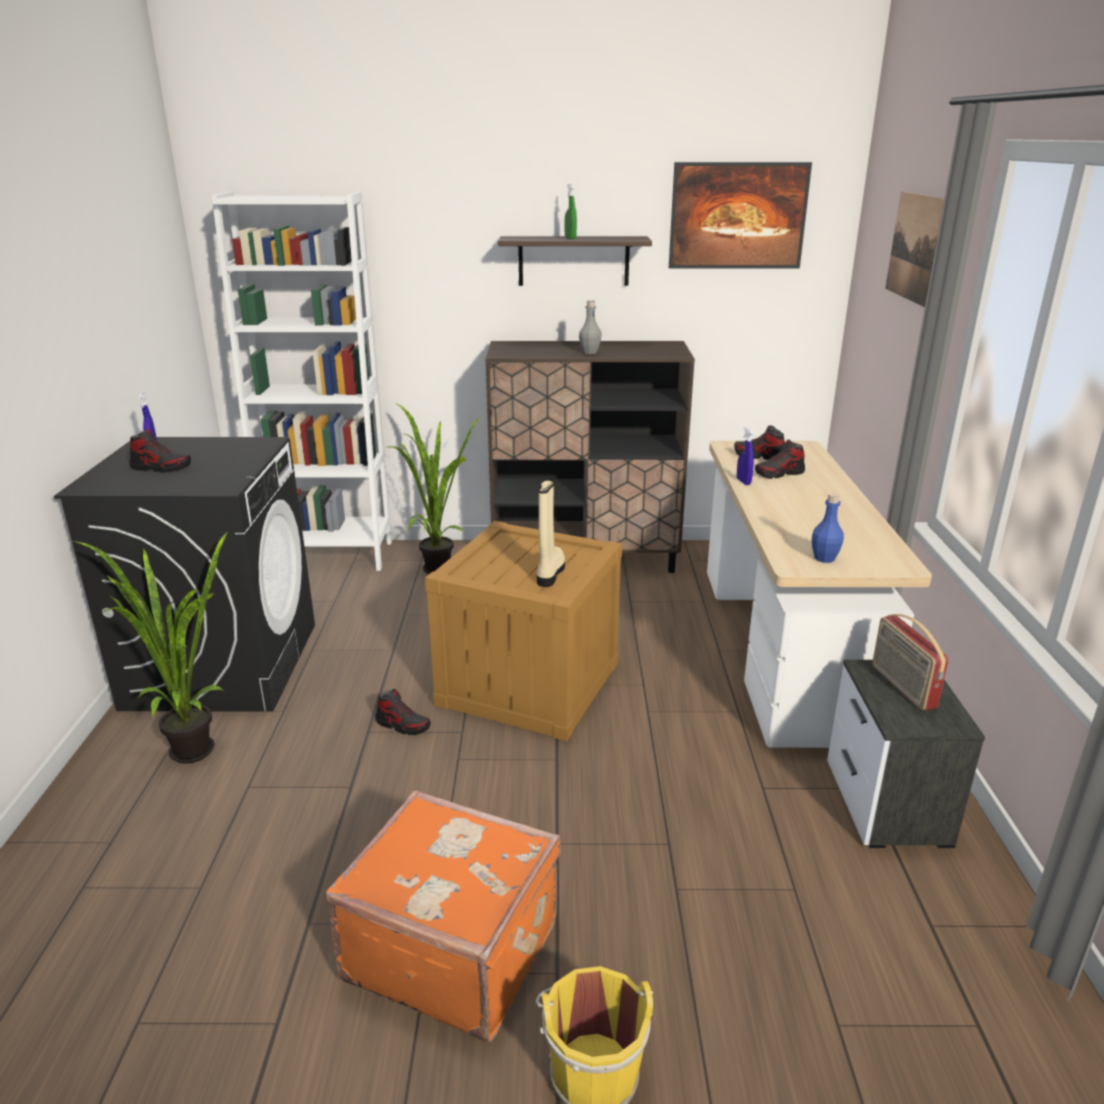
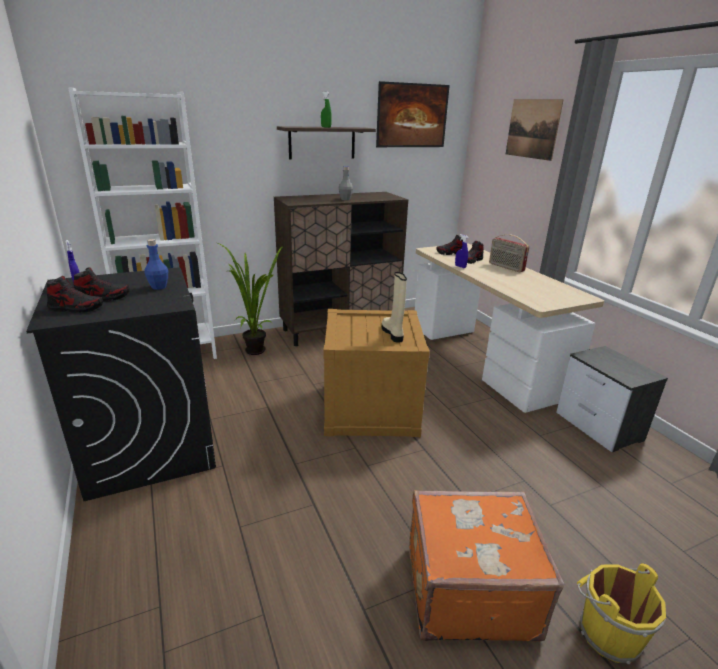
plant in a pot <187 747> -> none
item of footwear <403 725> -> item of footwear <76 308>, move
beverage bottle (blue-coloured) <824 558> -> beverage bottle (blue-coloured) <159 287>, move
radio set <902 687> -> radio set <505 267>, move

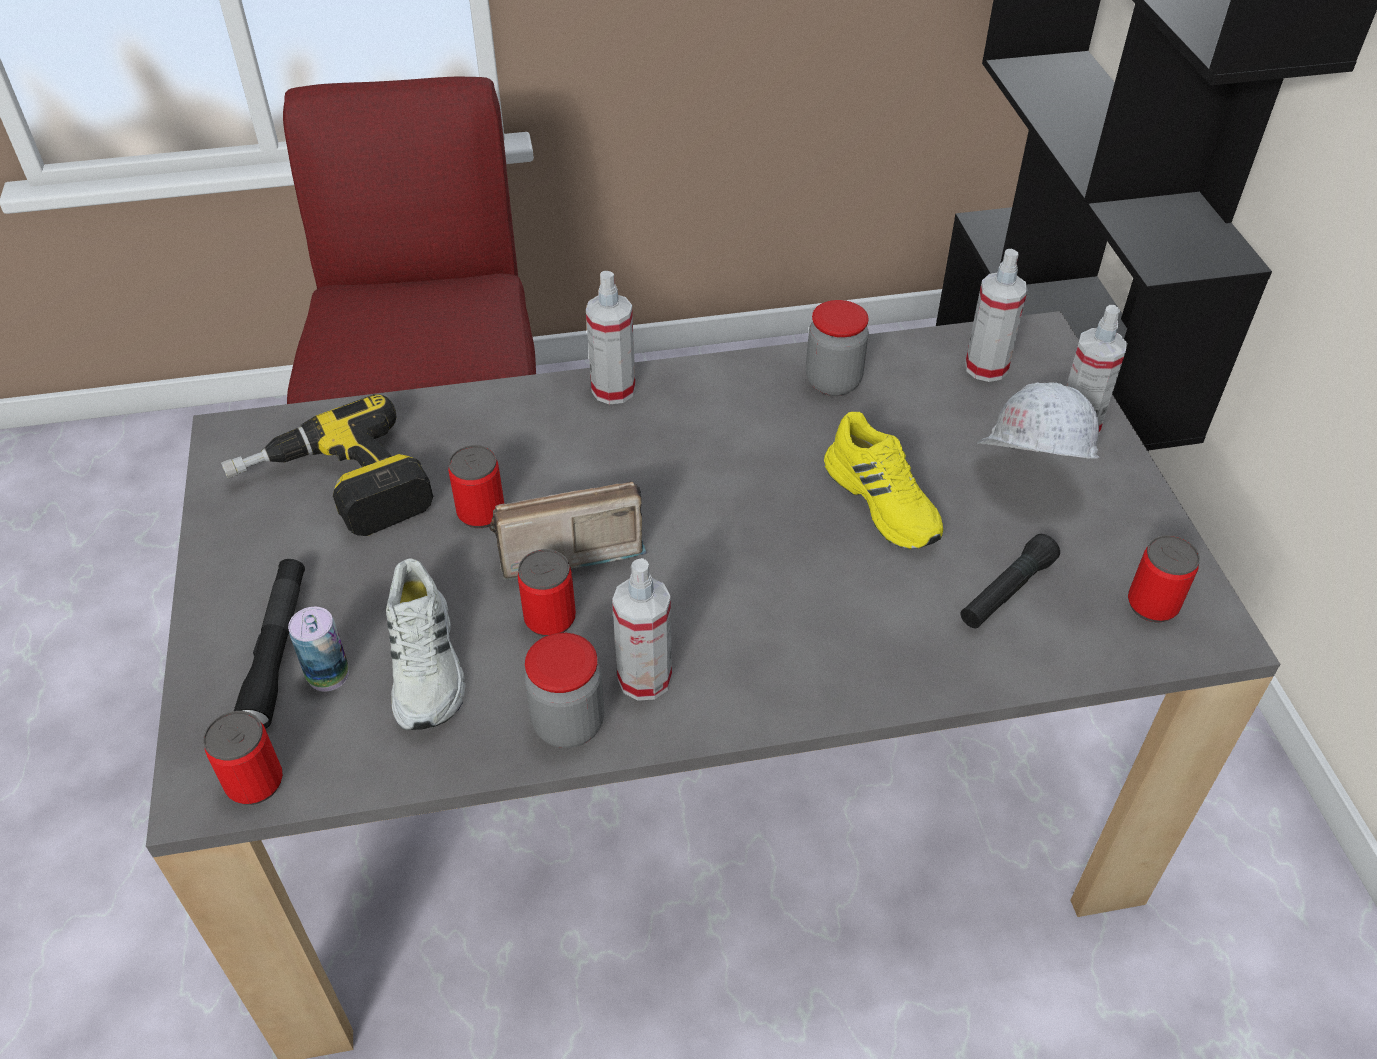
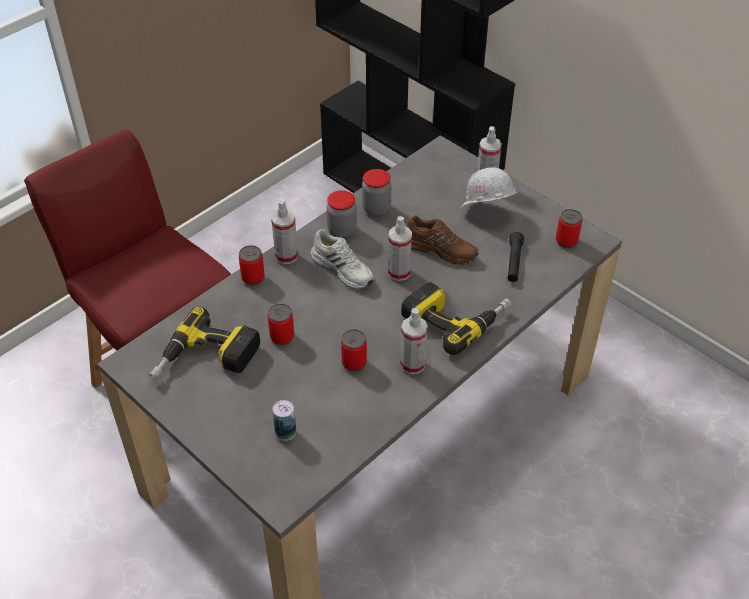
torch (black-coloured) <277 650> -> none
radio set <564 548> -> none
none -> drill <455 318>
sealed can <255 782> -> sealed can <253 277>, move
item of footwear (whitish) <427 664> -> item of footwear (whitish) <343 269>, move
jar <568 723> -> jar <342 230>, move
spray bottle <986 367> -> spray bottle <399 272>, move
item of footwear (yellow-coloured) <884 501> -> item of footwear (brownish) <440 249>

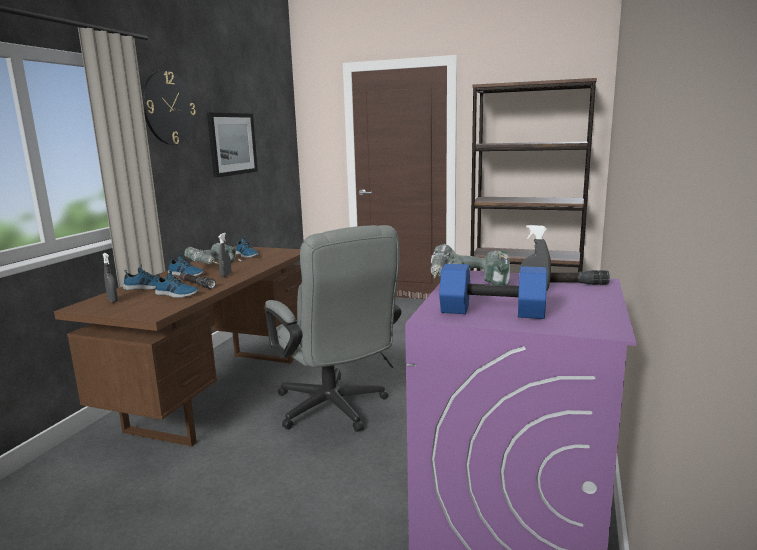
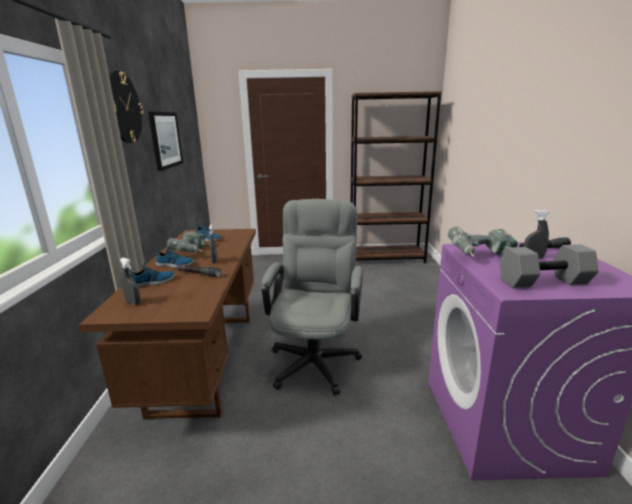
item of footwear <176 294> -> none
free weight (blue-coloured) <491 312> -> free weight (greyish) <543 282>
office chair (greyish) <335 410> -> office chair (greyish) <316 357>, 120 degrees counterclockwise

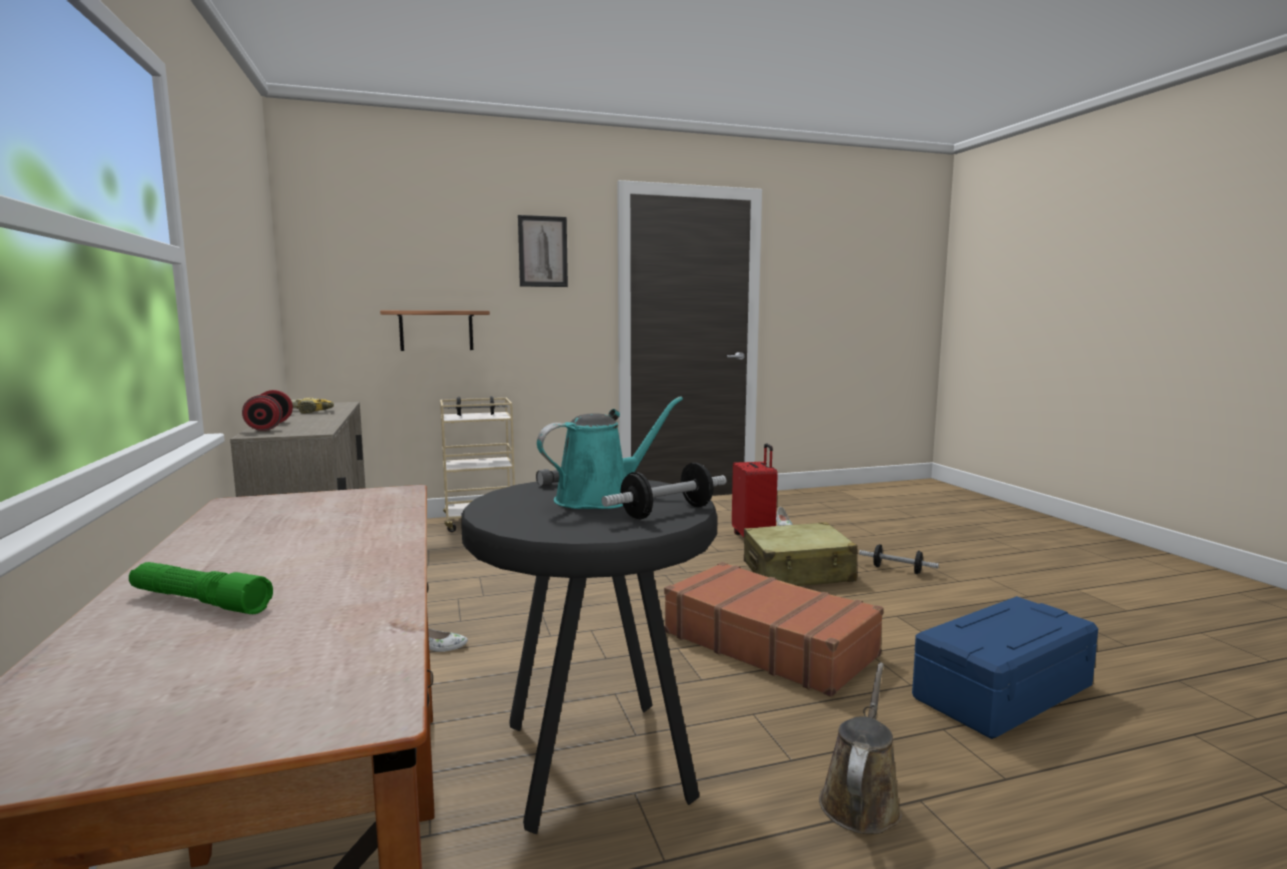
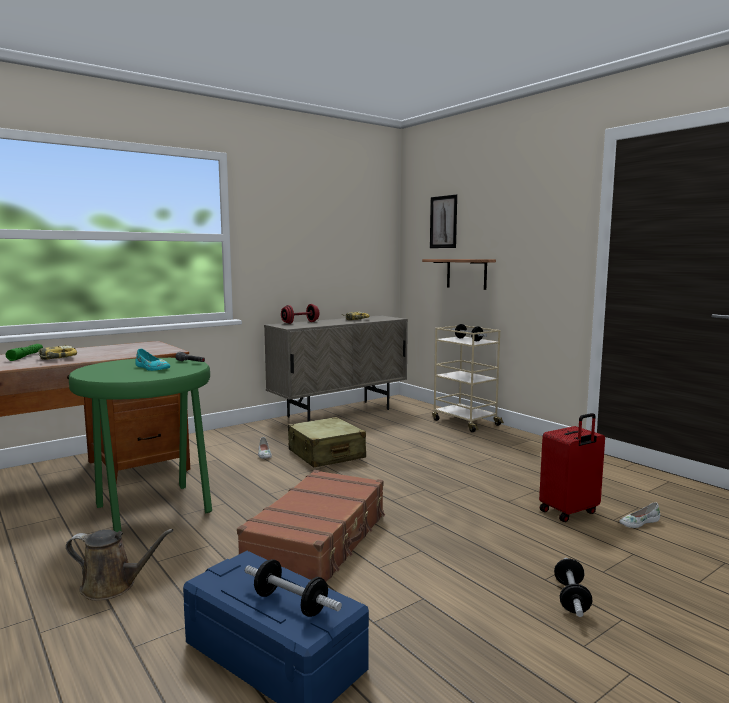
none -> drill <56 357>
wall art <543 251> -> wall art <443 222>, move
free weight <667 512> -> free weight <291 604>, move
suitcase (sand-coloured) <798 572> -> suitcase (sand-coloured) <326 454>, move
sprinkling can (turquoise) <600 499> -> item of footwear (turquoise) <152 368>
stool seat (black-coloured) <594 766> -> stool seat (green-coloured) <150 510>

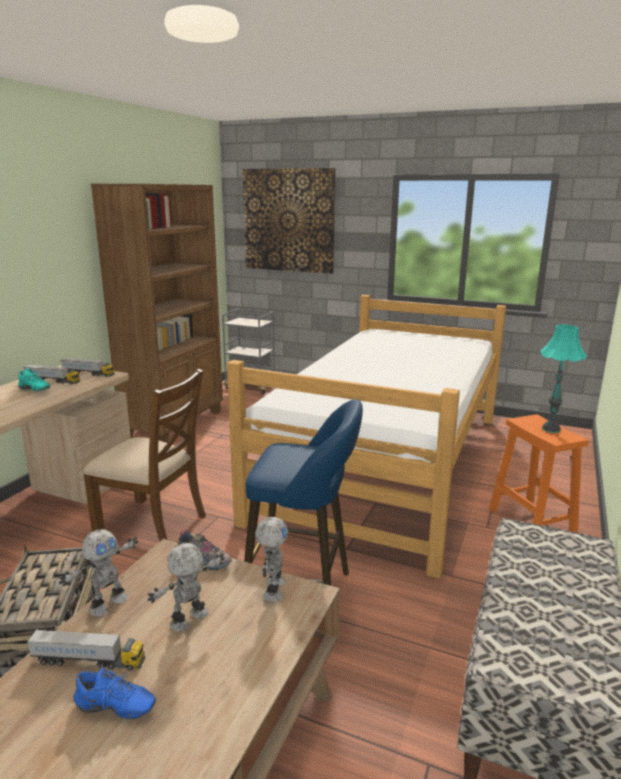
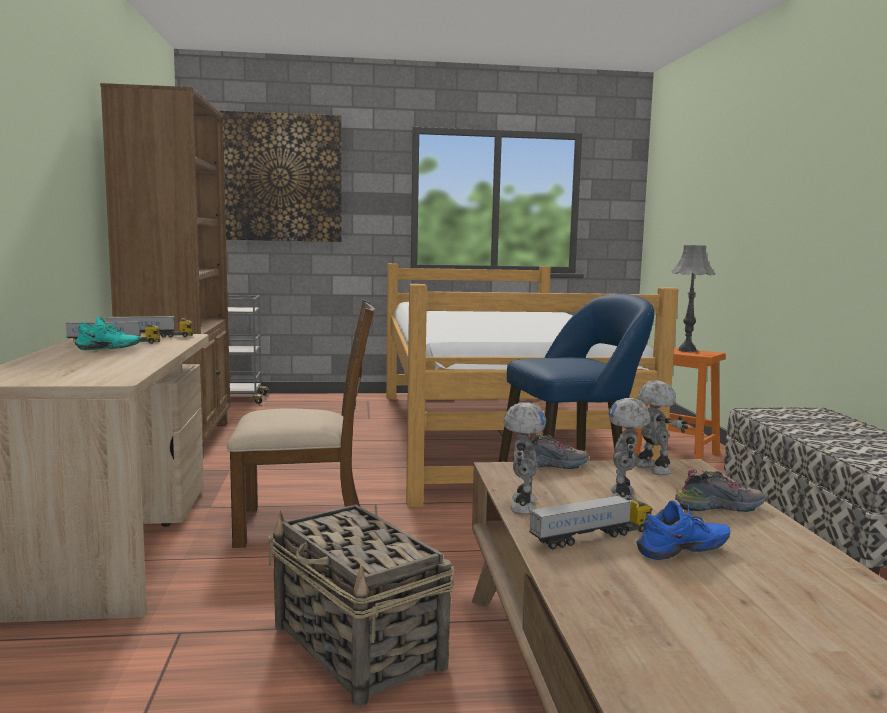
none -> item of footwear <719 507>
table lamp (turquoise) <551 429> -> table lamp (greyish) <687 350>

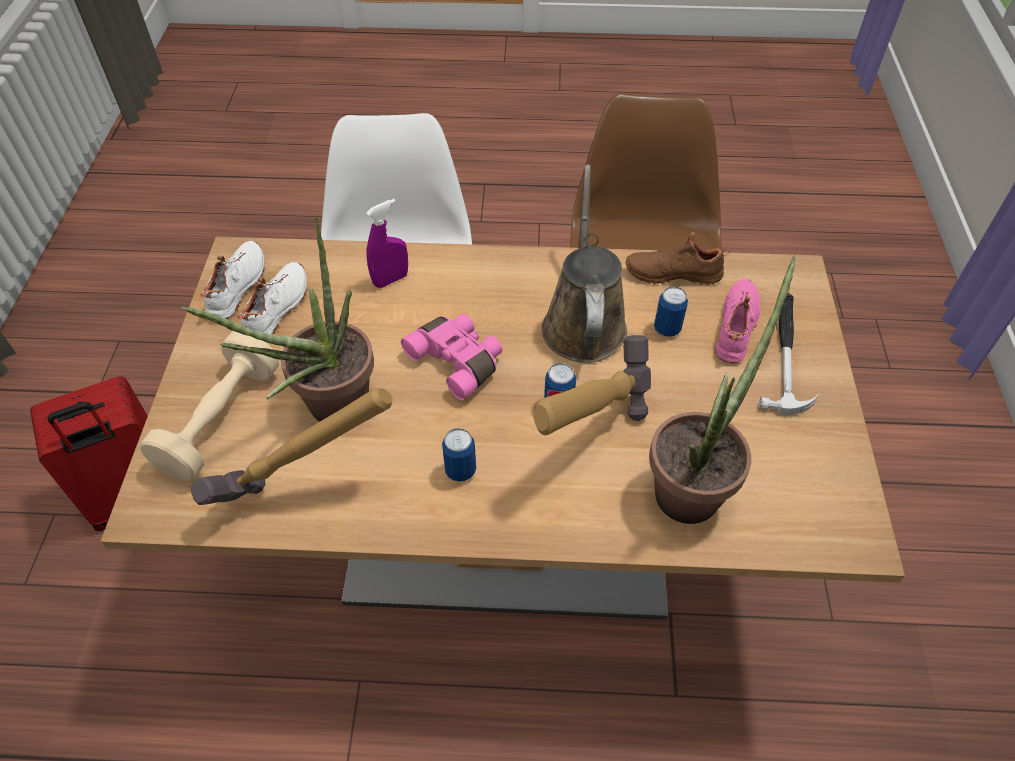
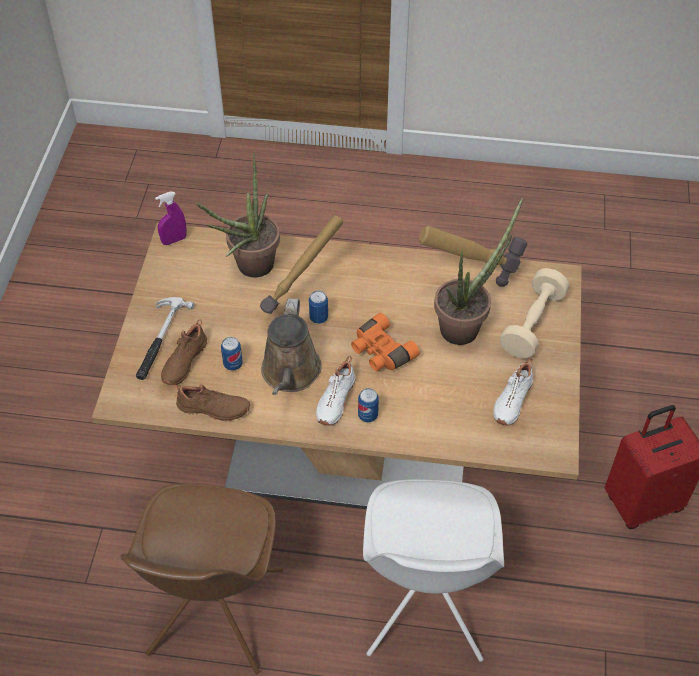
item of footwear (whitish) <239 287> -> item of footwear (whitish) <334 400>, move
spray bottle (purplish) <391 279> -> spray bottle (purplish) <174 240>, move
sealed can <460 470> -> sealed can <368 415>, move
binoculars (pink) <458 360> -> binoculars (orangey) <381 352>
item of footwear (pink) <738 328> -> item of footwear (brownish) <183 361>

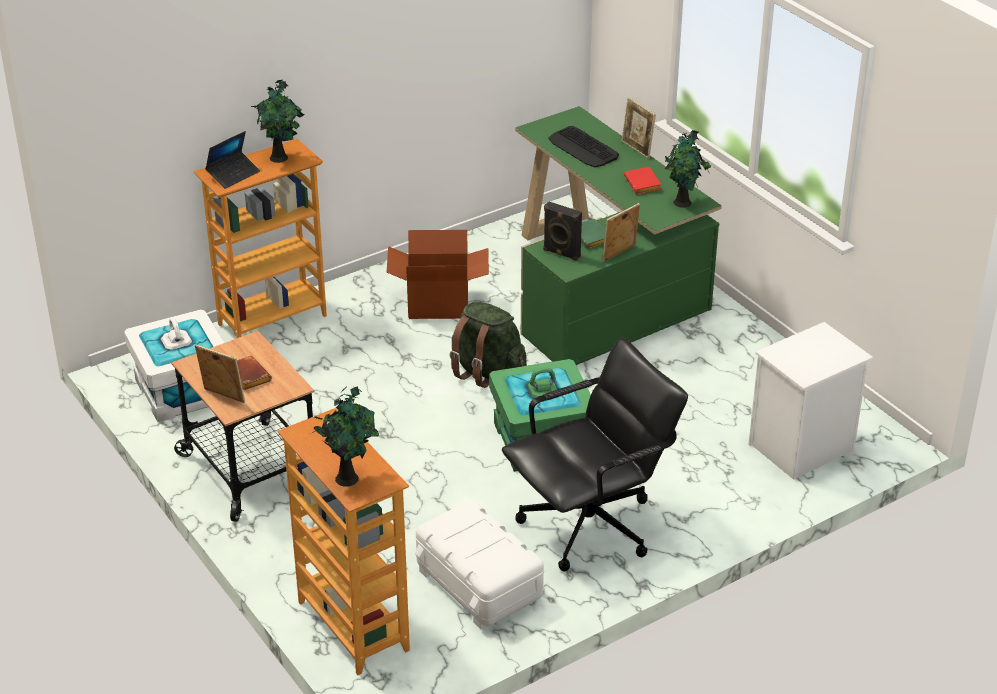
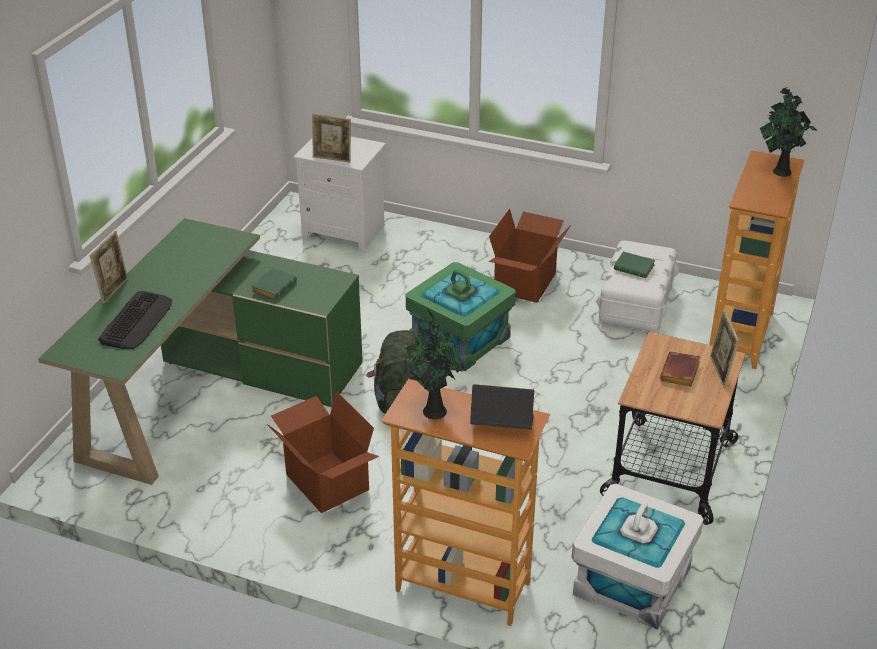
audio speaker (black-coloured) <561 254> -> none
book (reddish) <644 184> -> none
plant in a pot <683 203> -> none
none -> book (green-coloured) <635 268>
standing frame <619 254> -> standing frame <332 159>, move
office chair (black-coloured) <590 526> -> cardboard box <526 283>

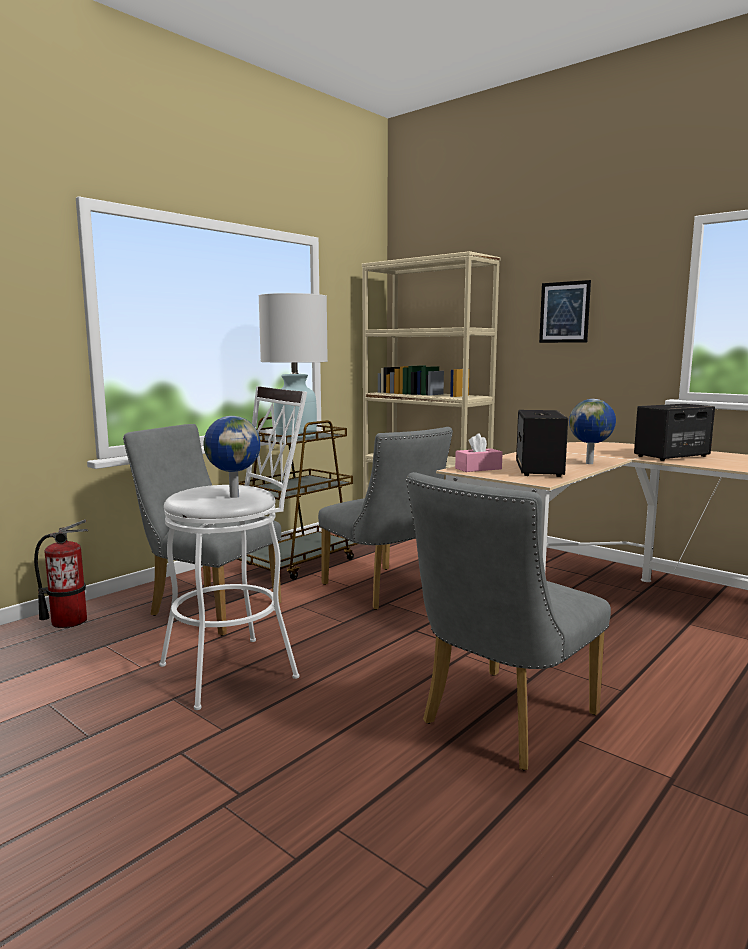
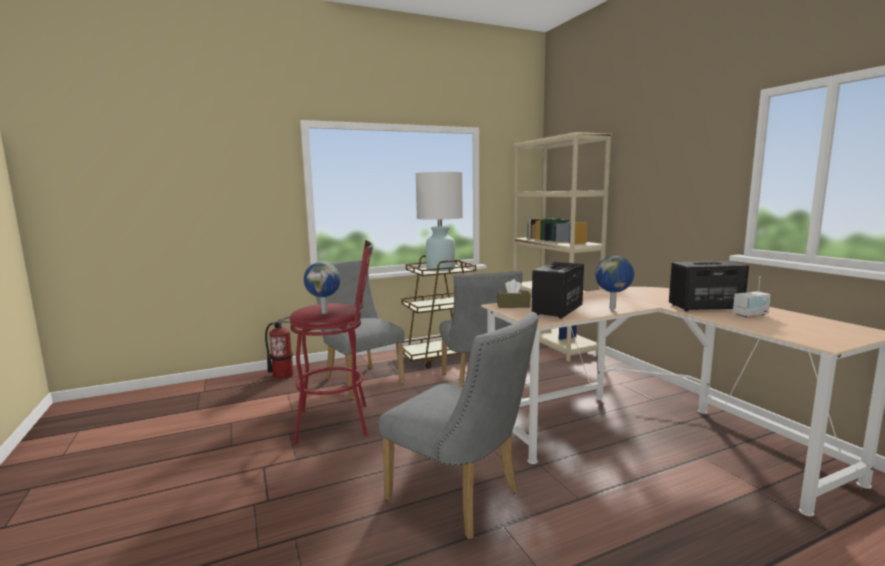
wall art <564 312> -> none
none -> radio set <750 314>
stool seat (whitish) <240 667> -> stool seat (reddish) <341 422>
tissue holder (pink) <478 468> -> tissue holder (brownish) <513 305>
upright chair (greyish) <501 723> -> upright chair (greyish) <461 499>, 120 degrees counterclockwise

